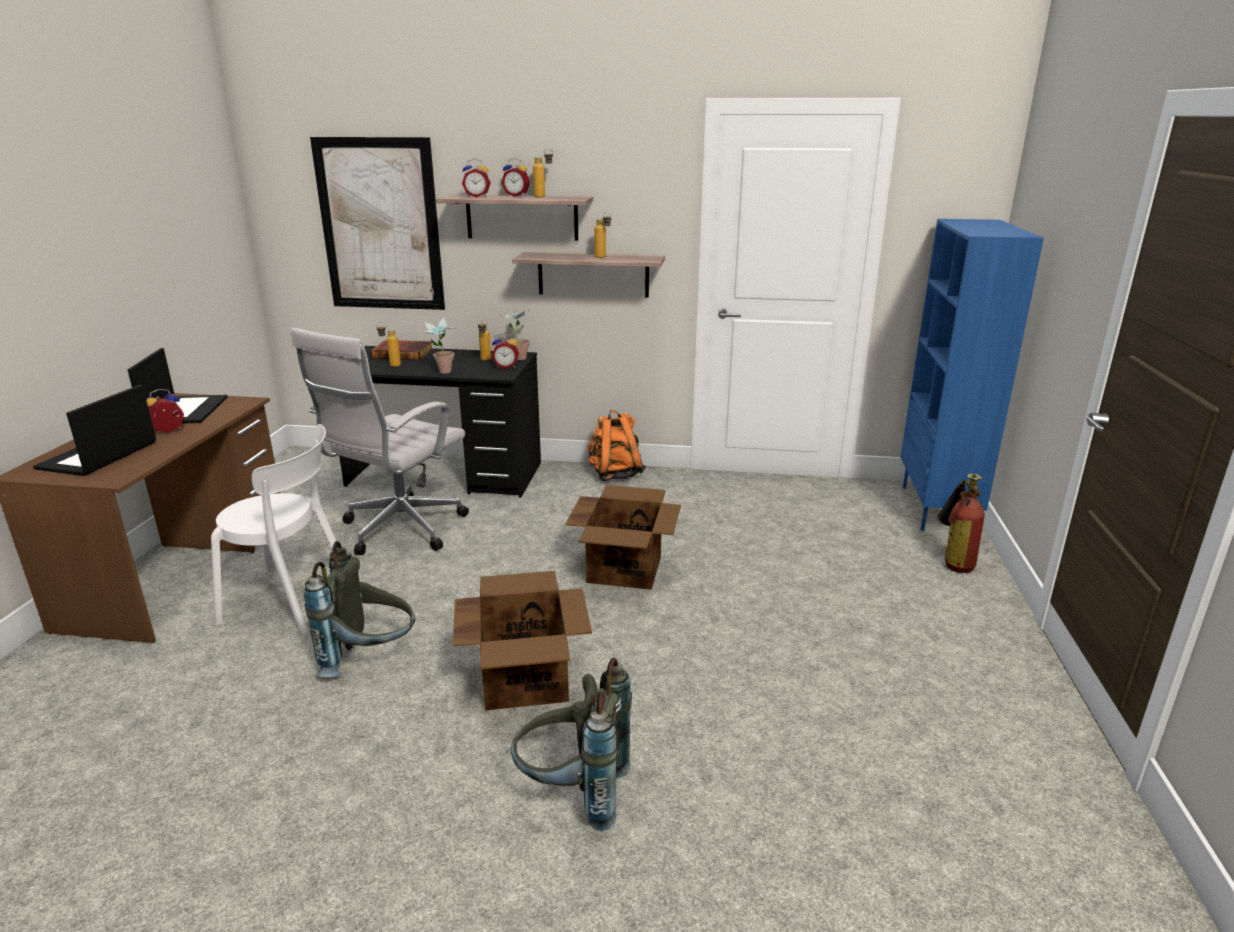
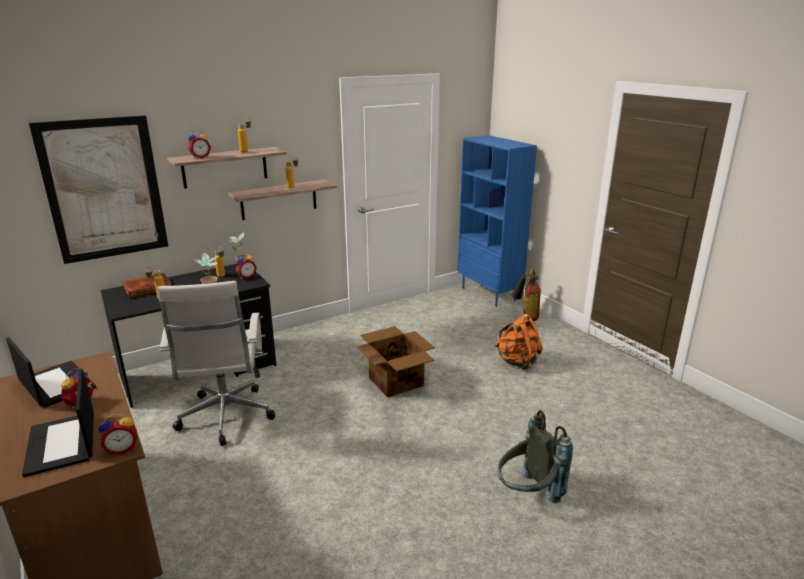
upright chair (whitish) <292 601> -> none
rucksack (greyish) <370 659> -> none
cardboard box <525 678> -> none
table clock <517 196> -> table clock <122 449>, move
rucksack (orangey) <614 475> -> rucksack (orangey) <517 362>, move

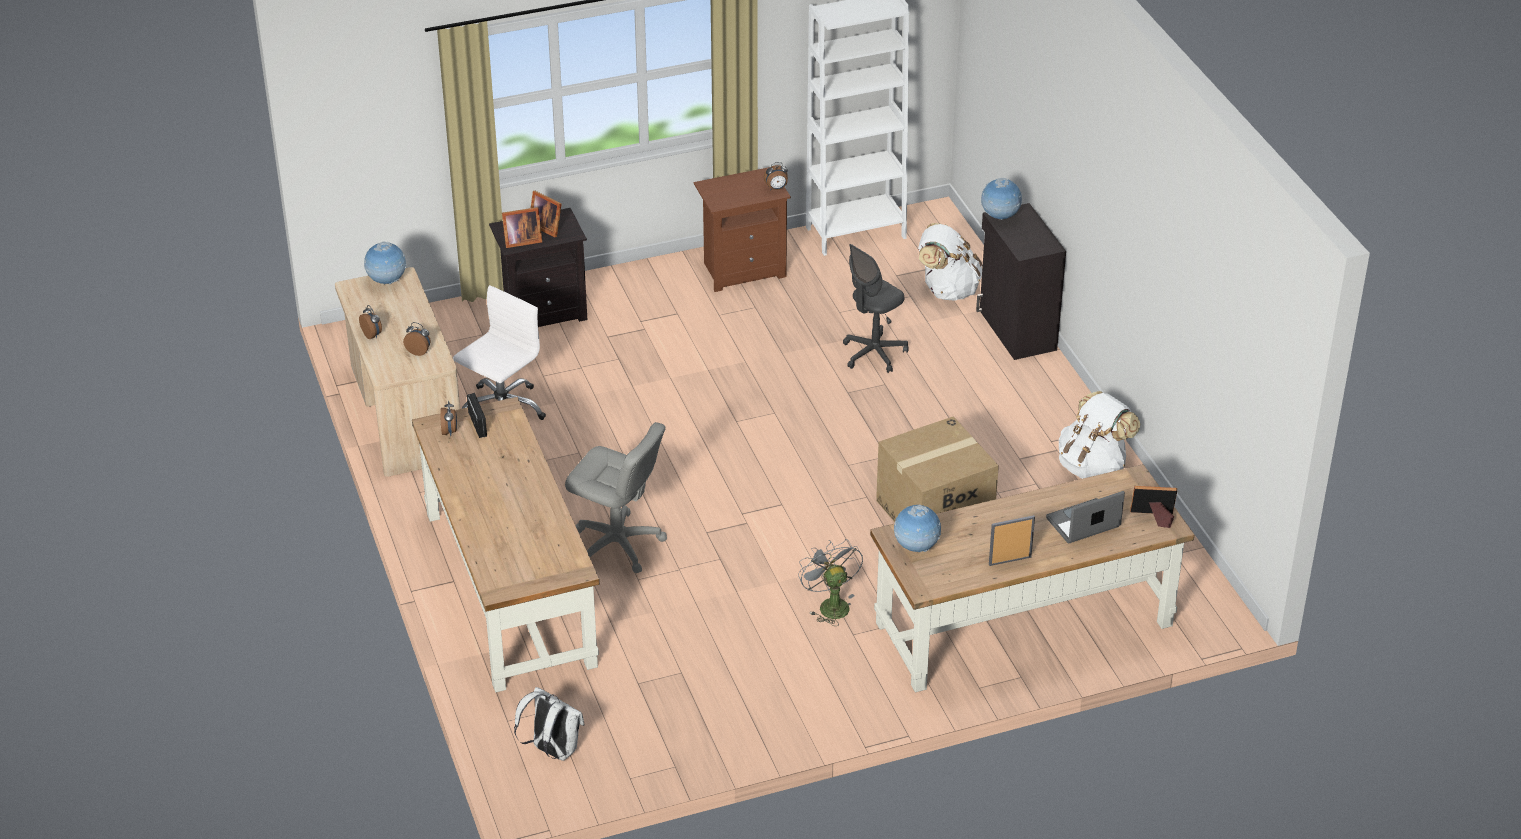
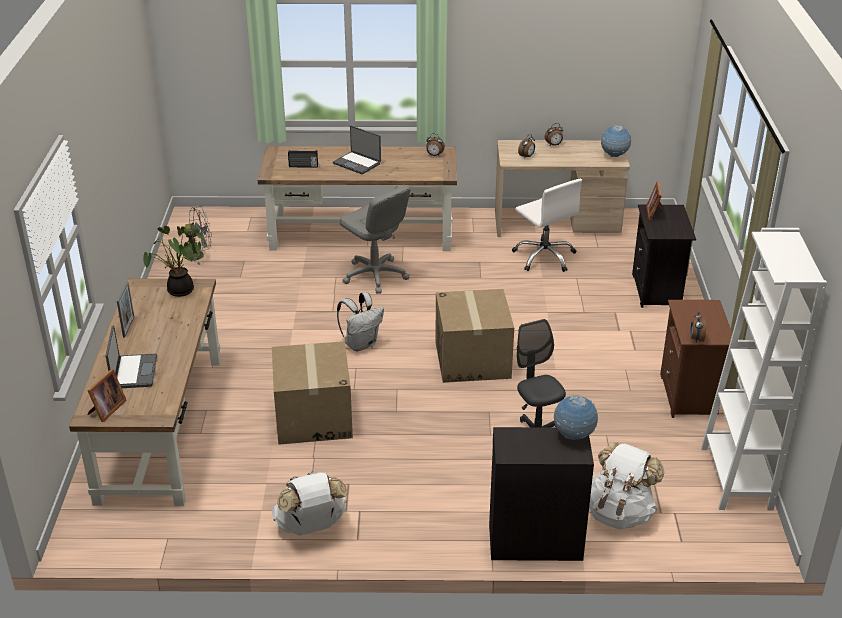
standing frame <546 226> -> none
none -> laptop <357 163>
none -> cardboard box <473 360>
radio set <478 424> -> radio set <303 166>, move
rucksack (whitish) <552 750> -> rucksack (whitish) <361 344>, move
cooling fan (greyish) <830 605> -> cooling fan (greyish) <199 255>, move
desk globe <916 548> -> plant in a pot <179 291>
office chair (greyish) <617 544> -> office chair (greyish) <375 275>, 90 degrees counterclockwise

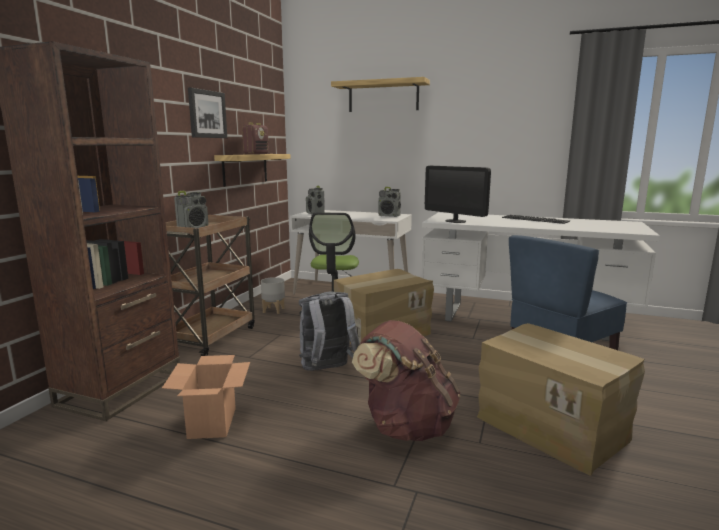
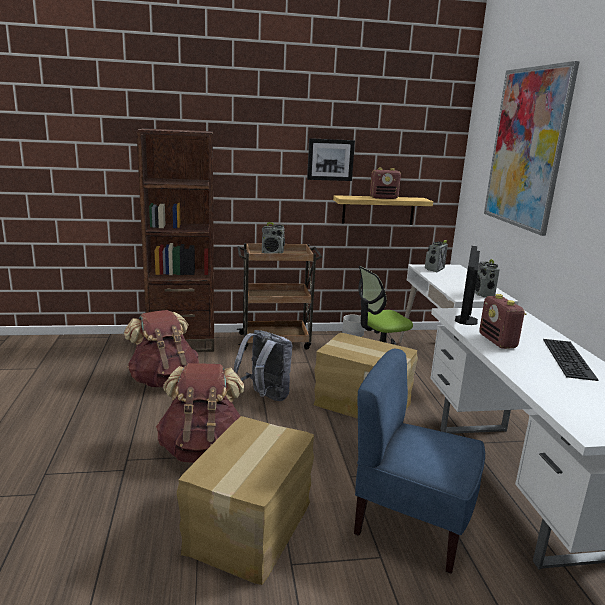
none -> radio set <498 342>
cardboard box <212 422> -> rucksack (brownish) <163 380>
wall shelf <383 96> -> wall art <526 148>

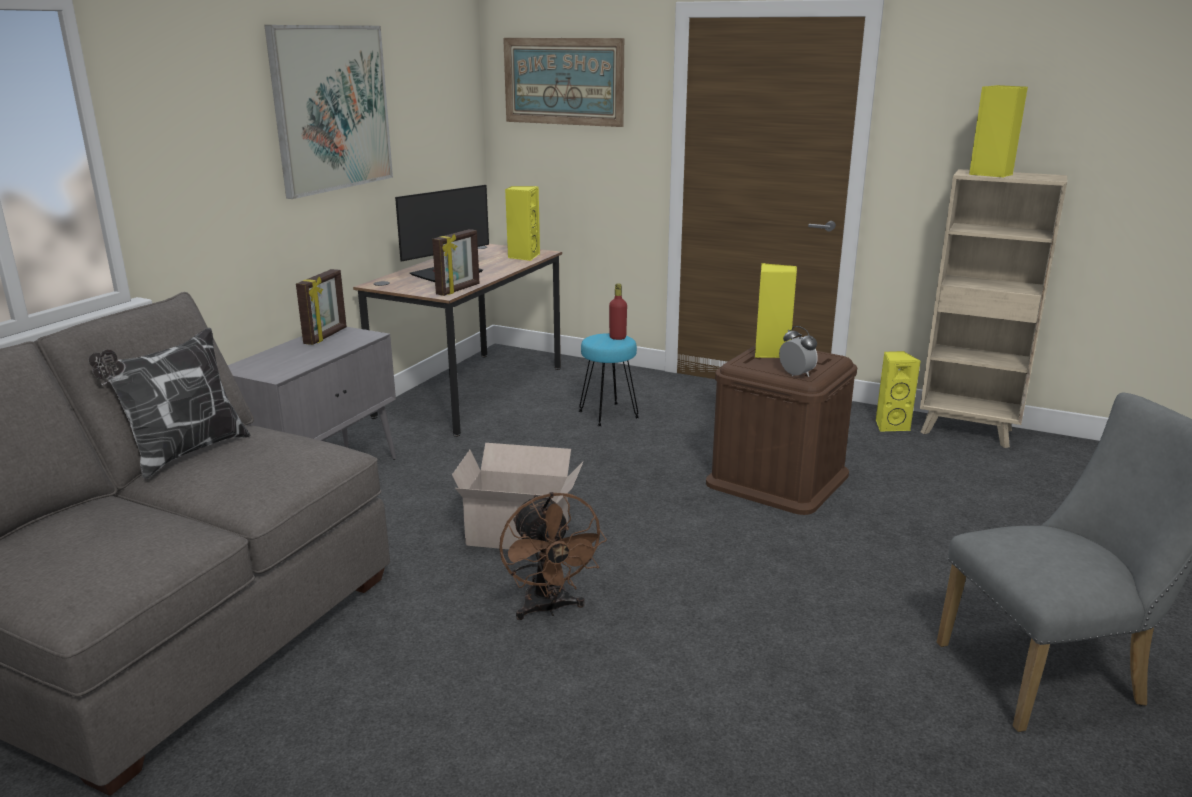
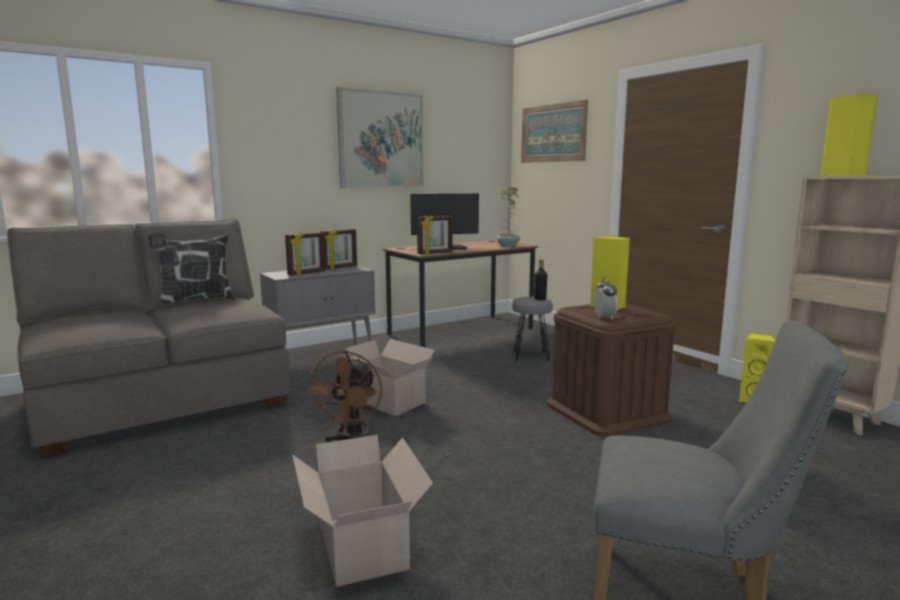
none -> standing frame <307 273>
none -> cardboard box <362 548>
audio speaker (yellow-coloured) <523 256> -> plant in a pot <507 246>
stool seat (turquoise) <608 415> -> stool seat (greyish) <530 356>
beverage bottle (reddish) <617 338> -> beverage bottle (black-coloured) <540 299>

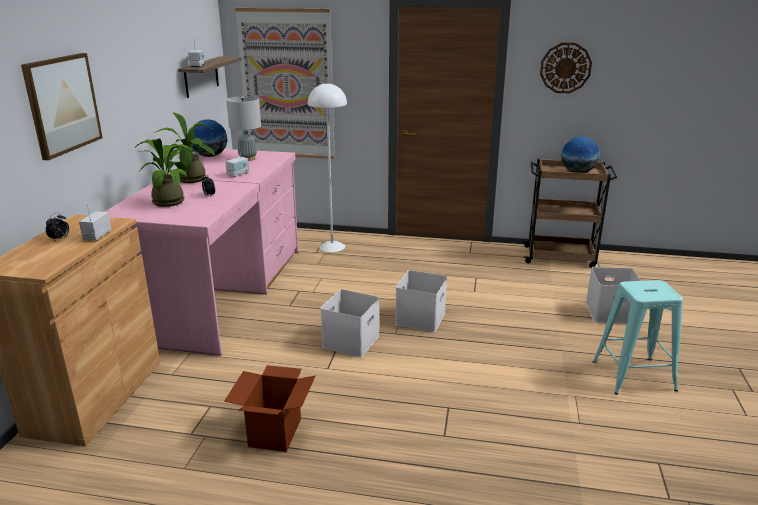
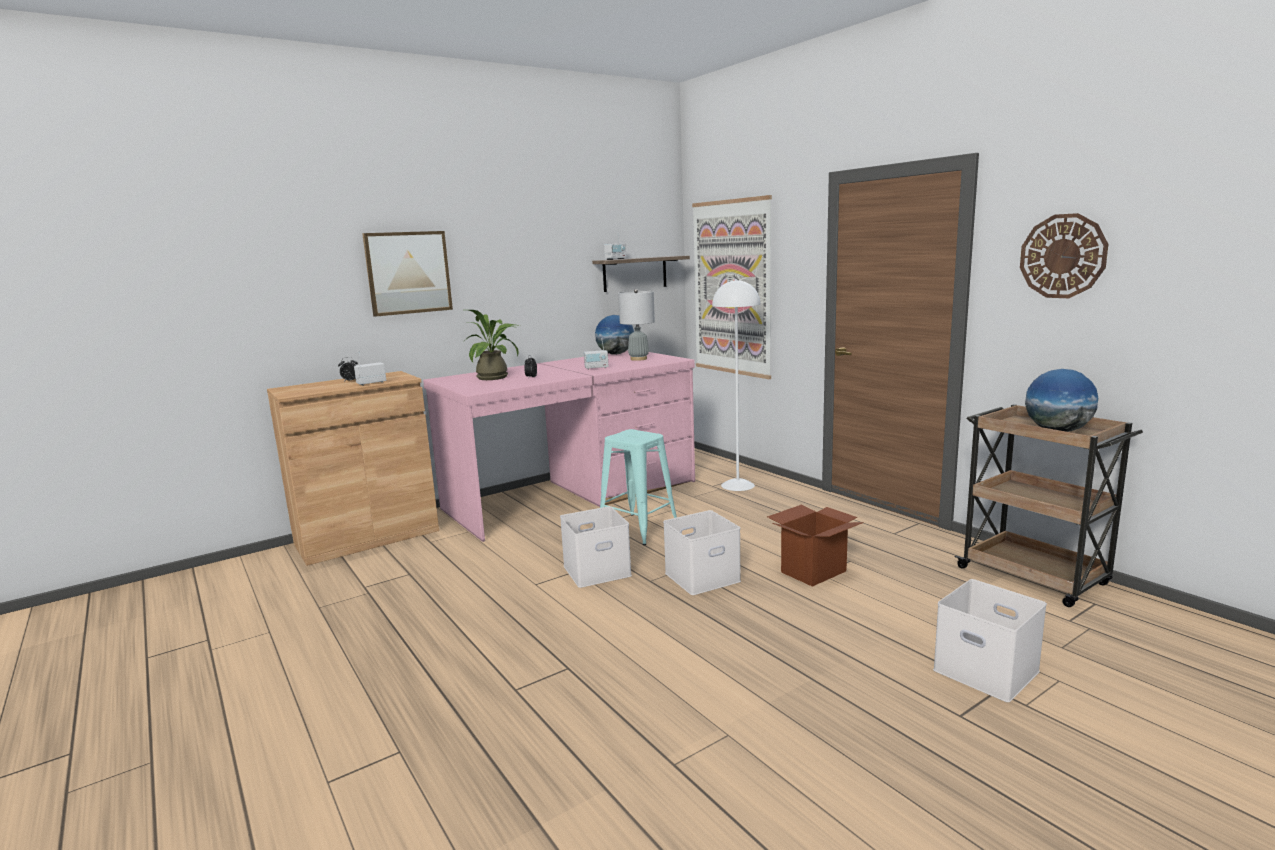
plant in a pot <192 180> -> none
cardboard box <275 432> -> cardboard box <813 571>, move
stool seat (turquoise) <633 376> -> stool seat (turquoise) <638 529>, move

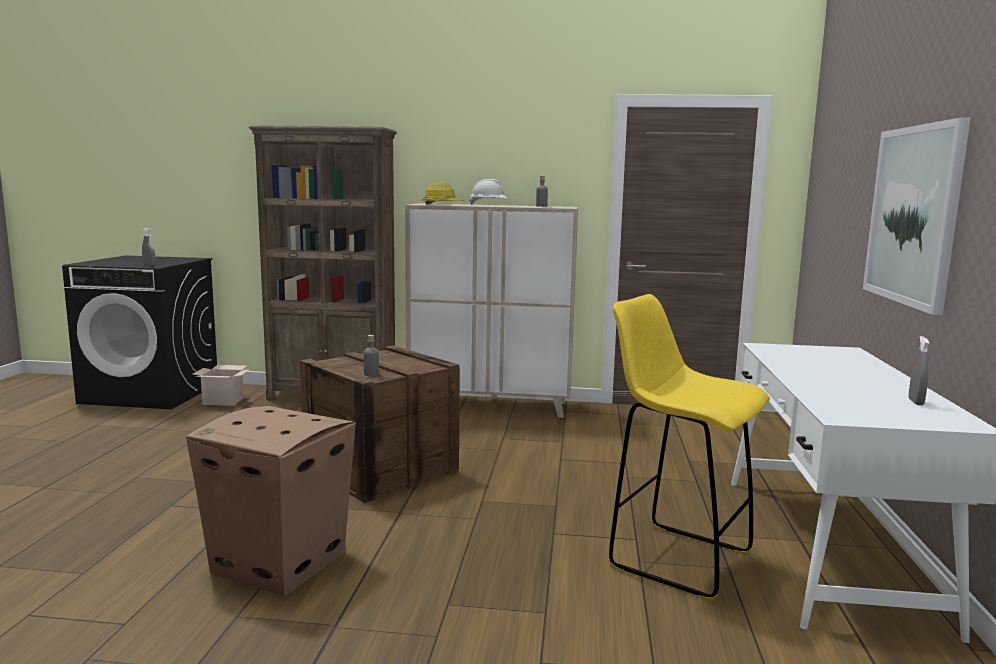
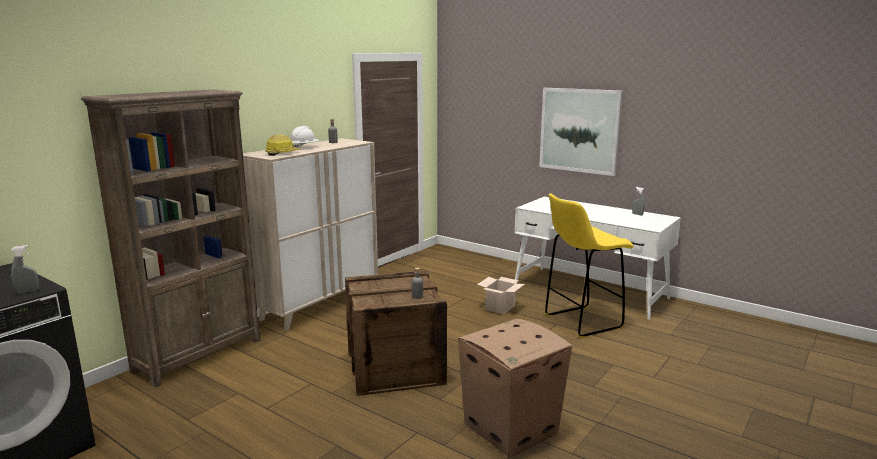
cardboard box <224 401> -> cardboard box <500 307>, move

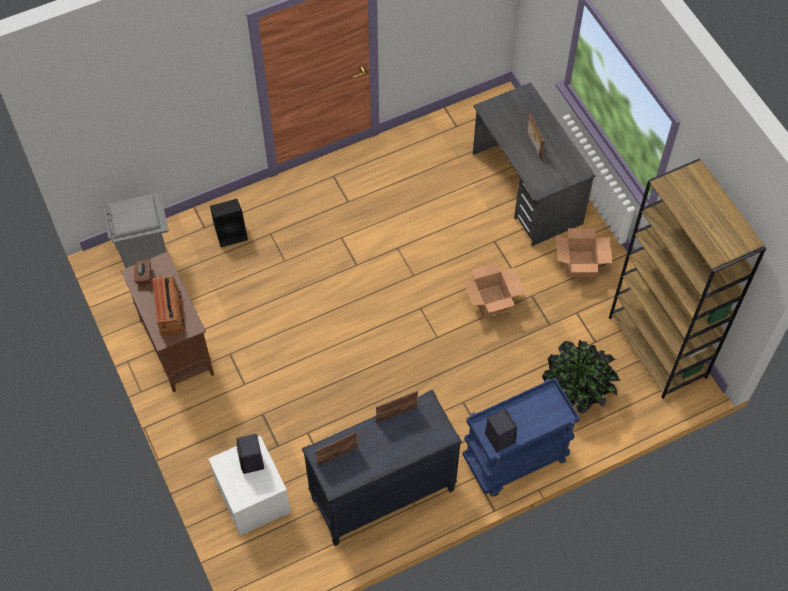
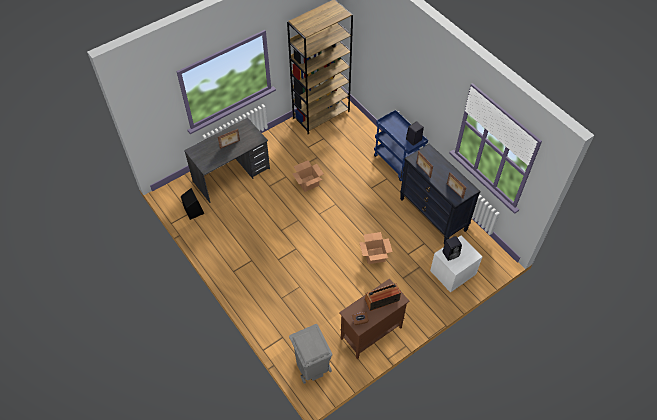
plant in a pot <577 393> -> none
audio speaker (black-coloured) <231 232> -> audio speaker (black-coloured) <193 210>, move
cardboard box <579 264> -> cardboard box <374 256>, move

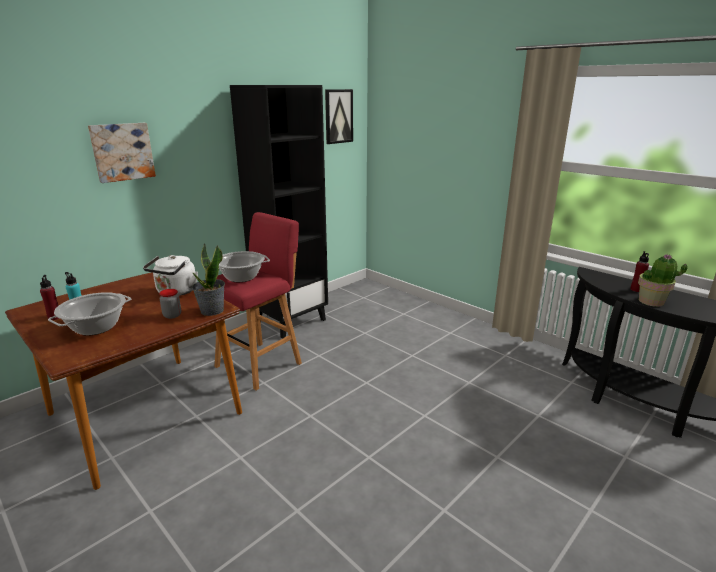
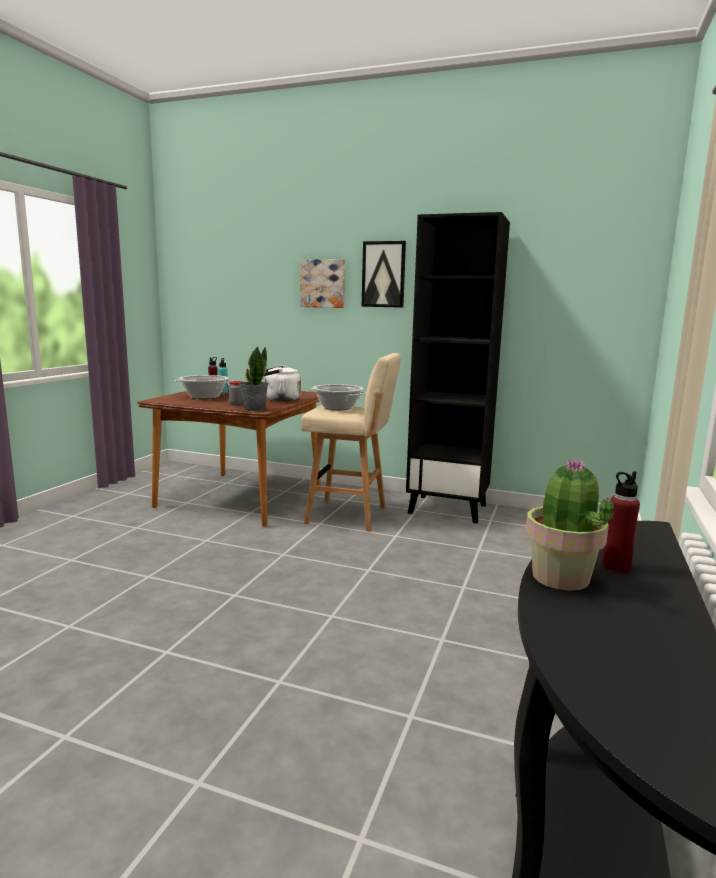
wall art <338 116> -> wall art <383 274>, move
stool seat (reddish) <261 364> -> stool seat (sand-coloured) <349 515>

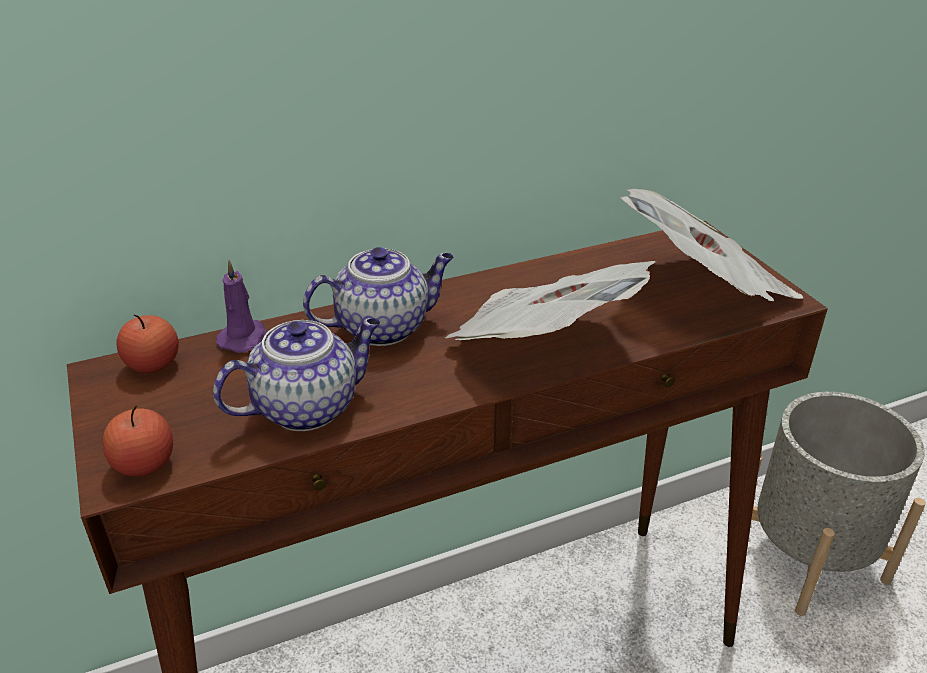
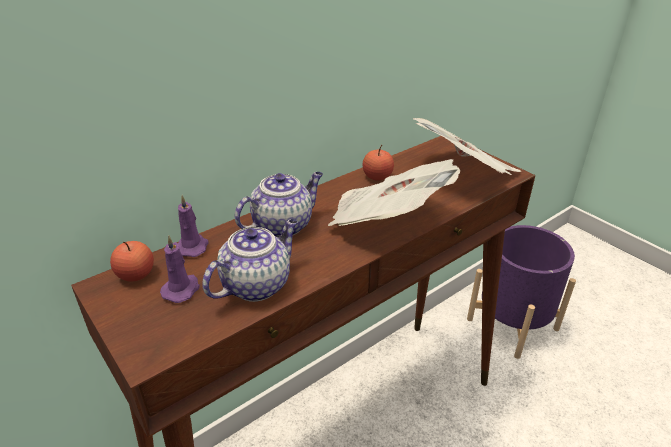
none -> wax light (purplish) <182 289>
apple fruit <144 464> -> apple fruit <377 177>, move
plant pot (greyish) <808 557> -> plant pot (purplish) <512 324>

